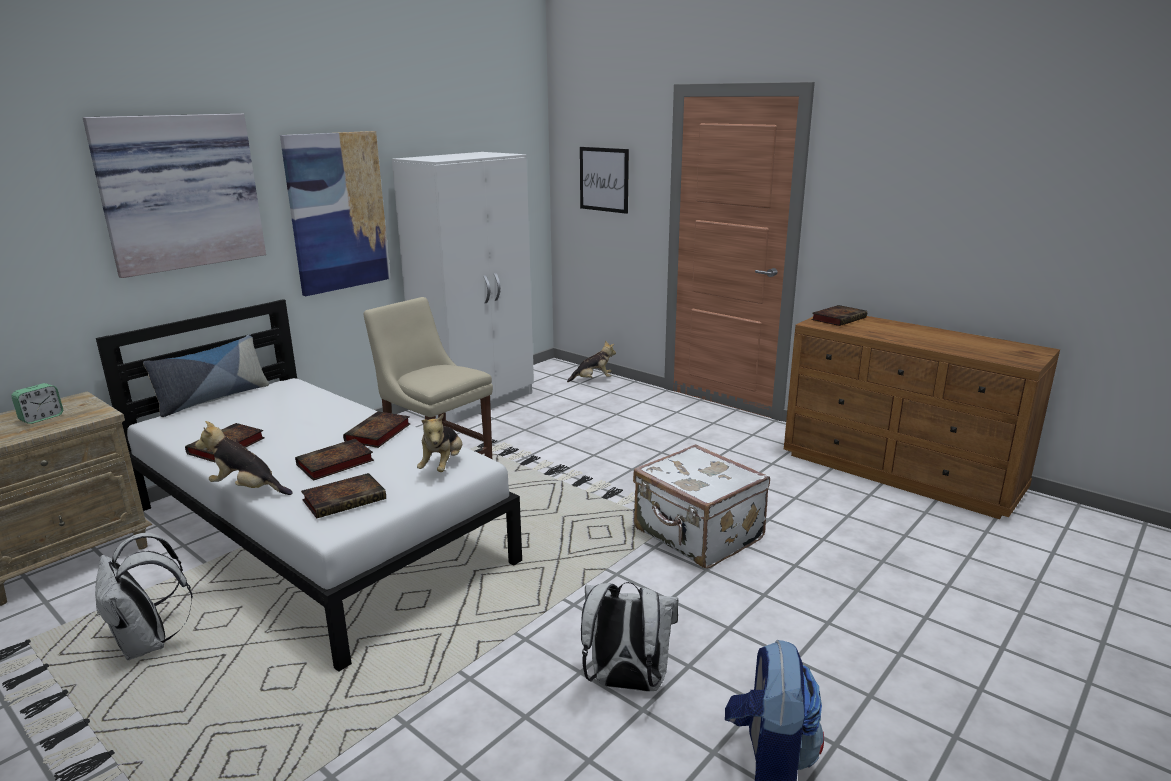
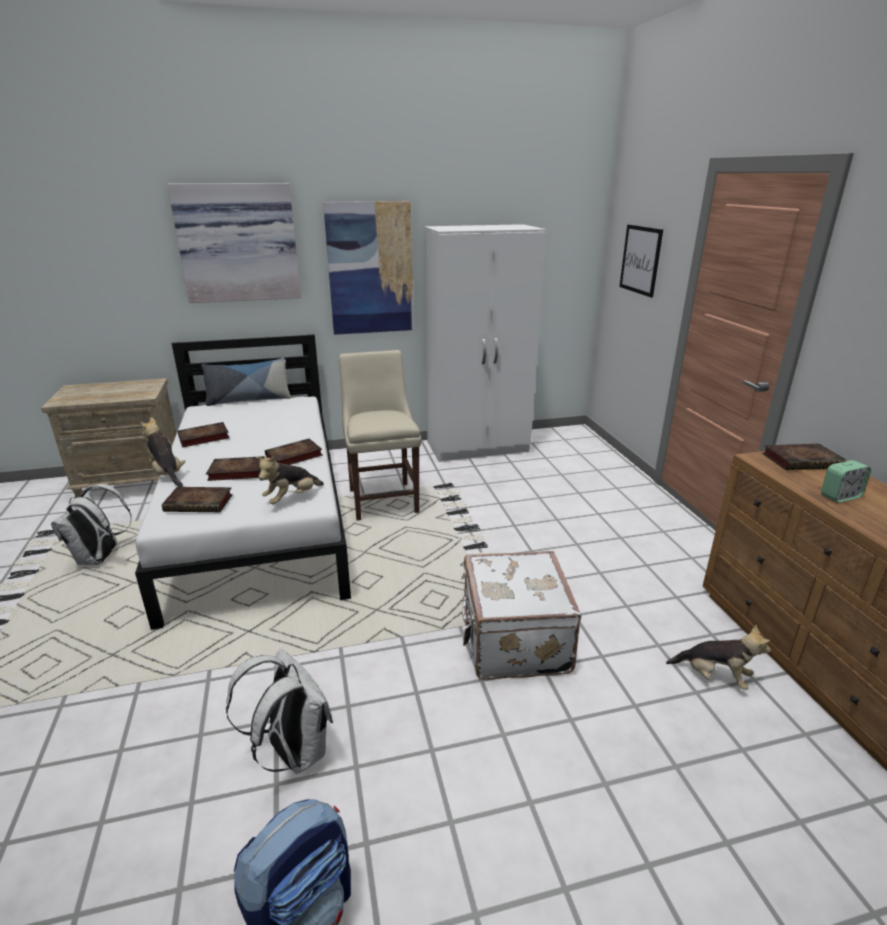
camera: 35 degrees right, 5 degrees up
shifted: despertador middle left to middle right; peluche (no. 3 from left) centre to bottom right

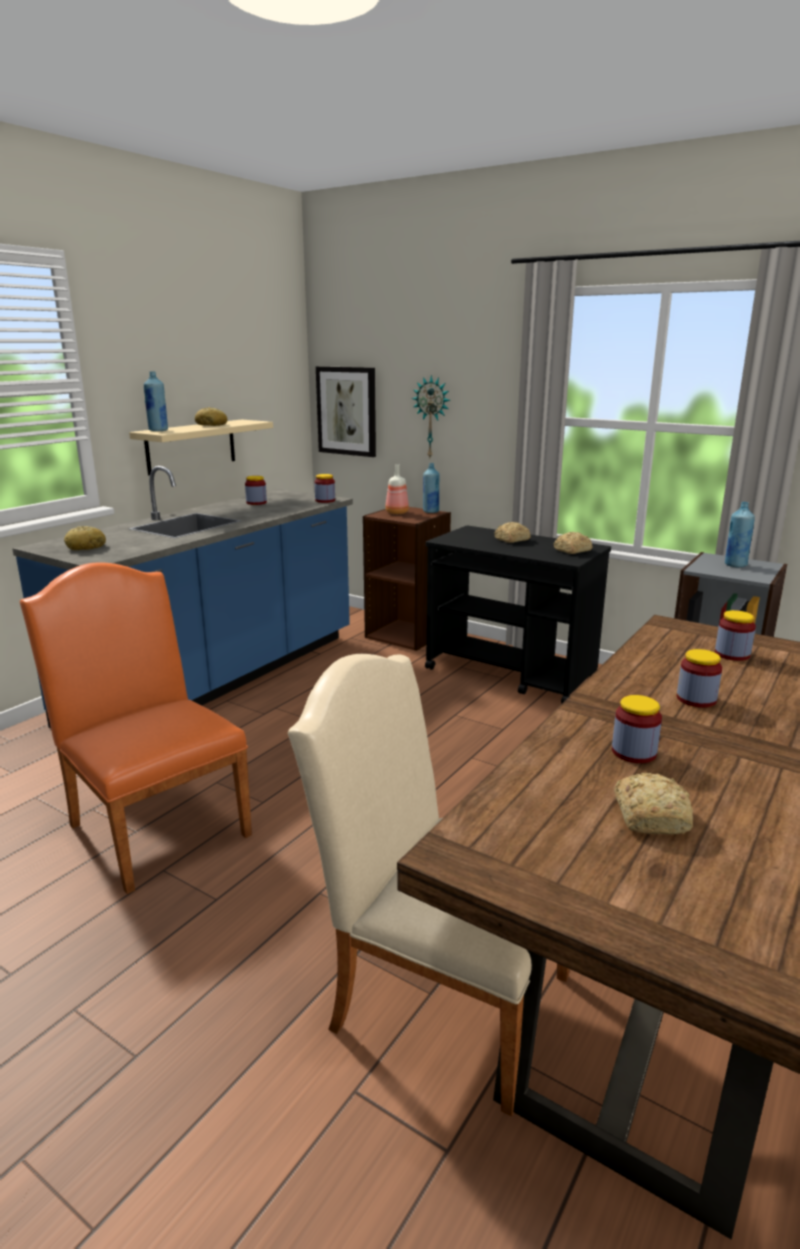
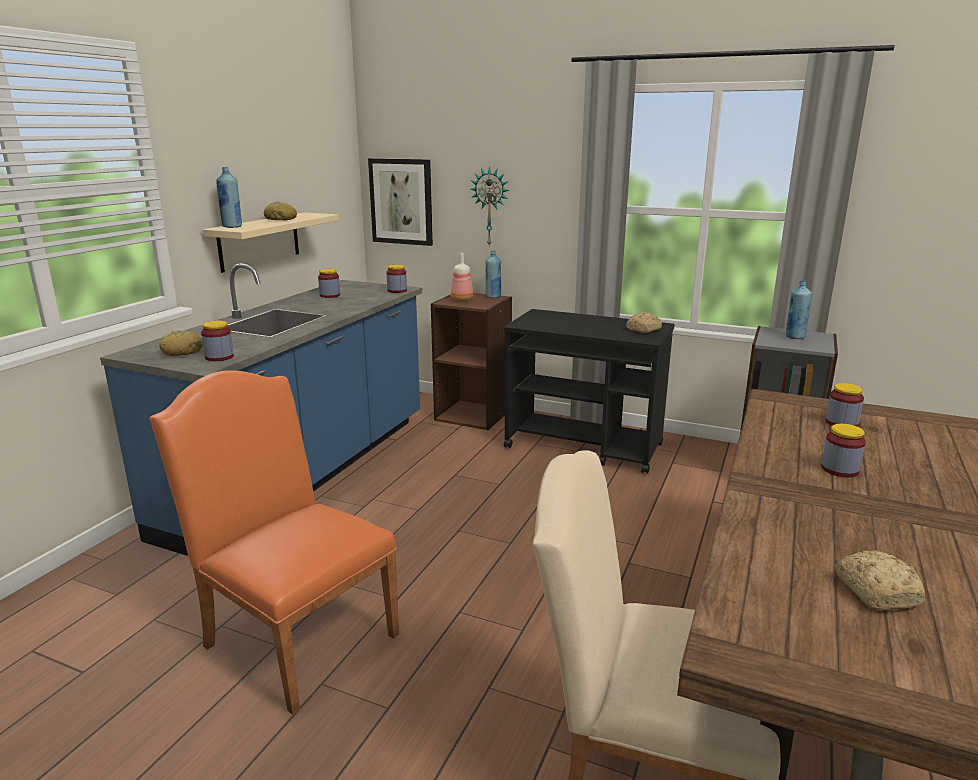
camera: 10 degrees left, 0 degrees up
gone: pan (no. 3 from left) centre
shifted: tarro (no. 3 from left in the first image) middle right to tarro (no. 1 from left) middle left

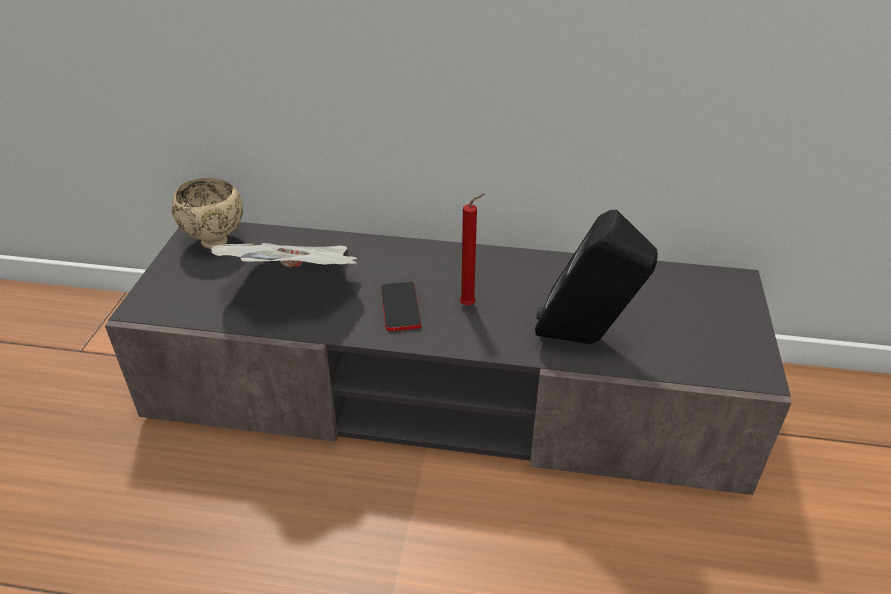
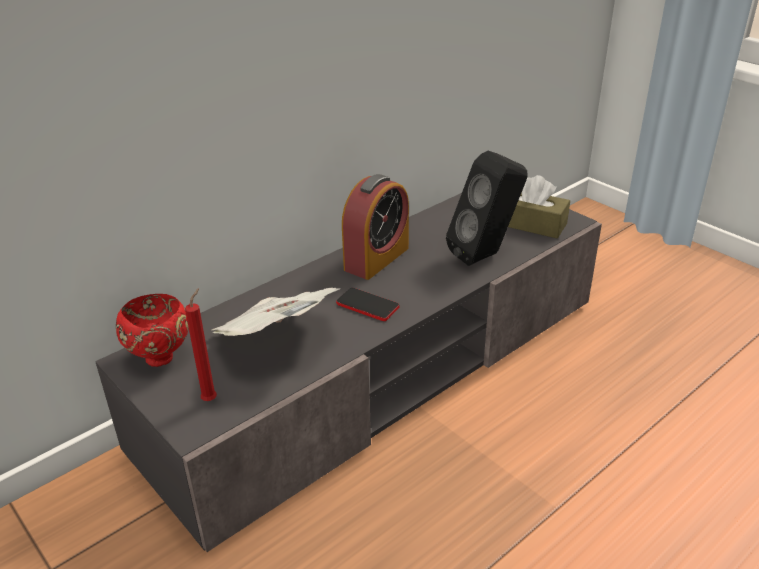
camera: 50 degrees left, 5 degrees down
new: despertador centre; caja de pañuelos/marrón middle right
shifted: vela/rojo centre to middle left
repainted: cuenco/beis middle left to cuenco/rojo middle left

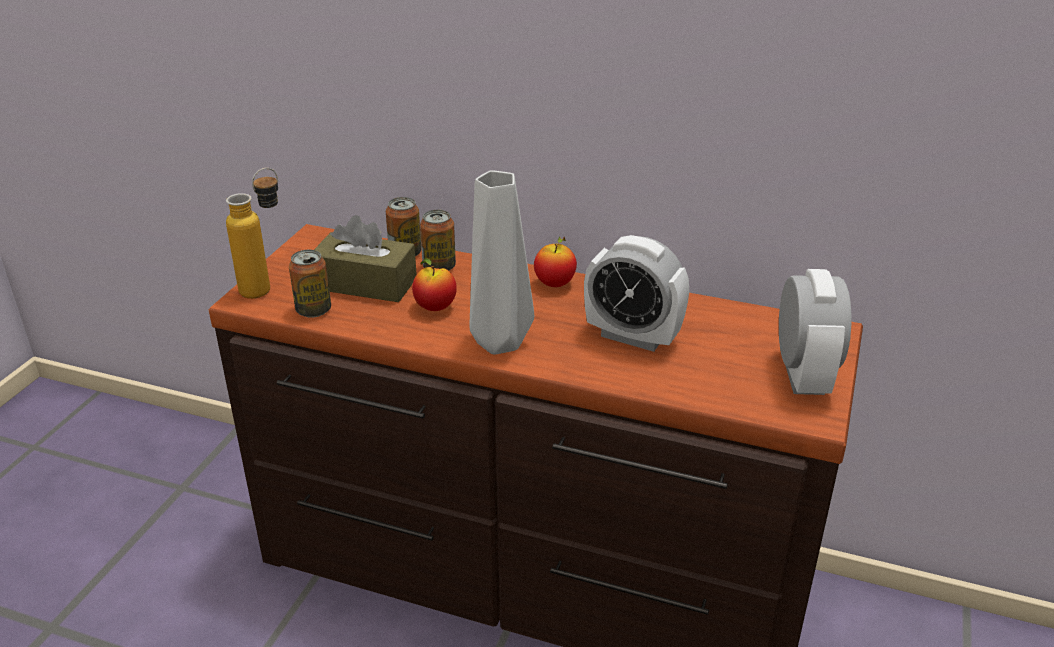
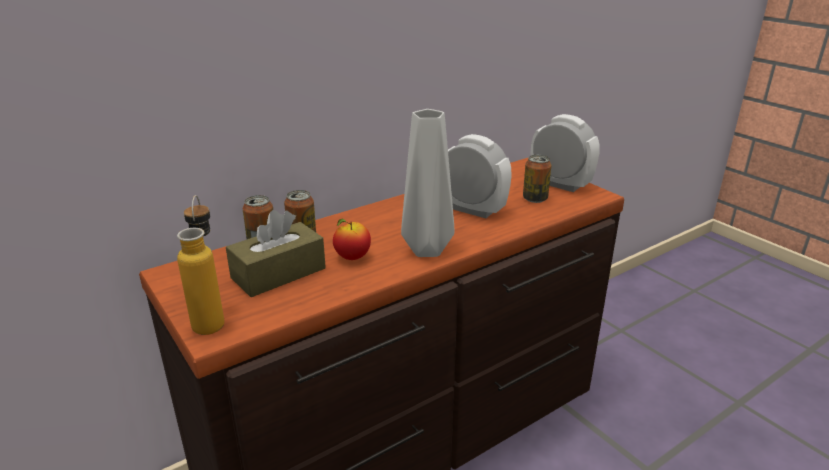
camera: 55 degrees left, 5 degrees down
gone: manzana (no. 2 from left) centre
shifted: lata (no. 1 from left in the first image) middle left to lata (no. 3 from left) centre
rotated: despertador (no. 1 from left) centre = centre 120 degrees counterclockwise

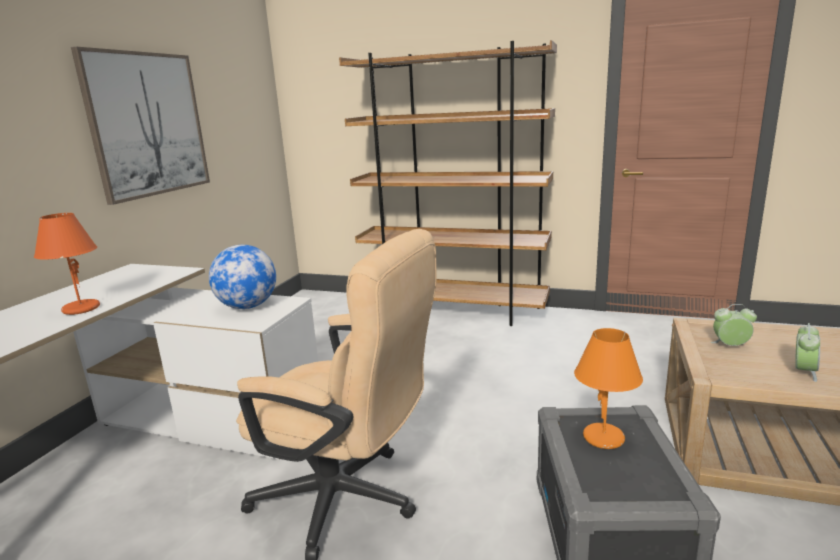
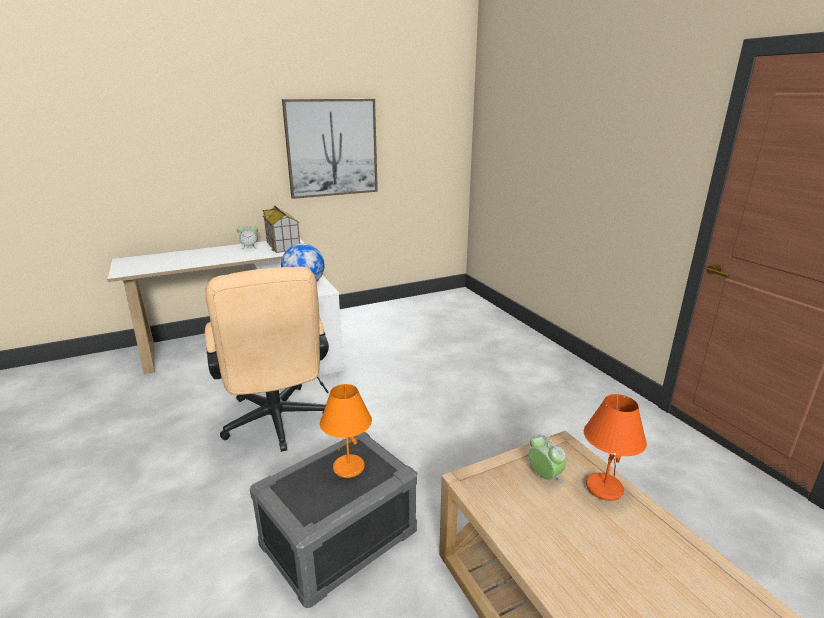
camera: 45 degrees right, 5 degrees up
gone: estantería/marrón top centre
new: casita centre
shifted: lámpara de mesa/naranja (no. 1 from left in the first image) middle left to lámpara de mesa/naranja (no. 2 from left) bottom right; despertador (no. 2 from left in the first image) middle right to despertador (no. 1 from left) middle left

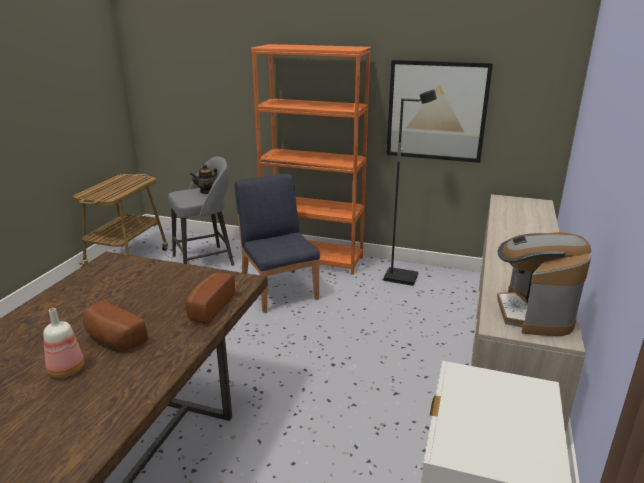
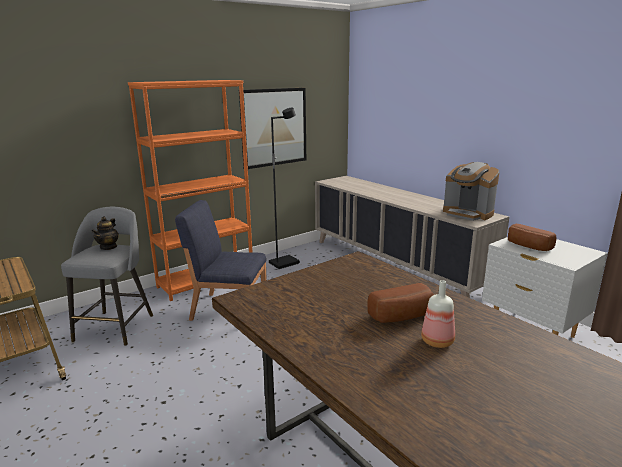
camera: 55 degrees left, 5 degrees down
shifted: pan (no. 2 from left) middle left to middle right

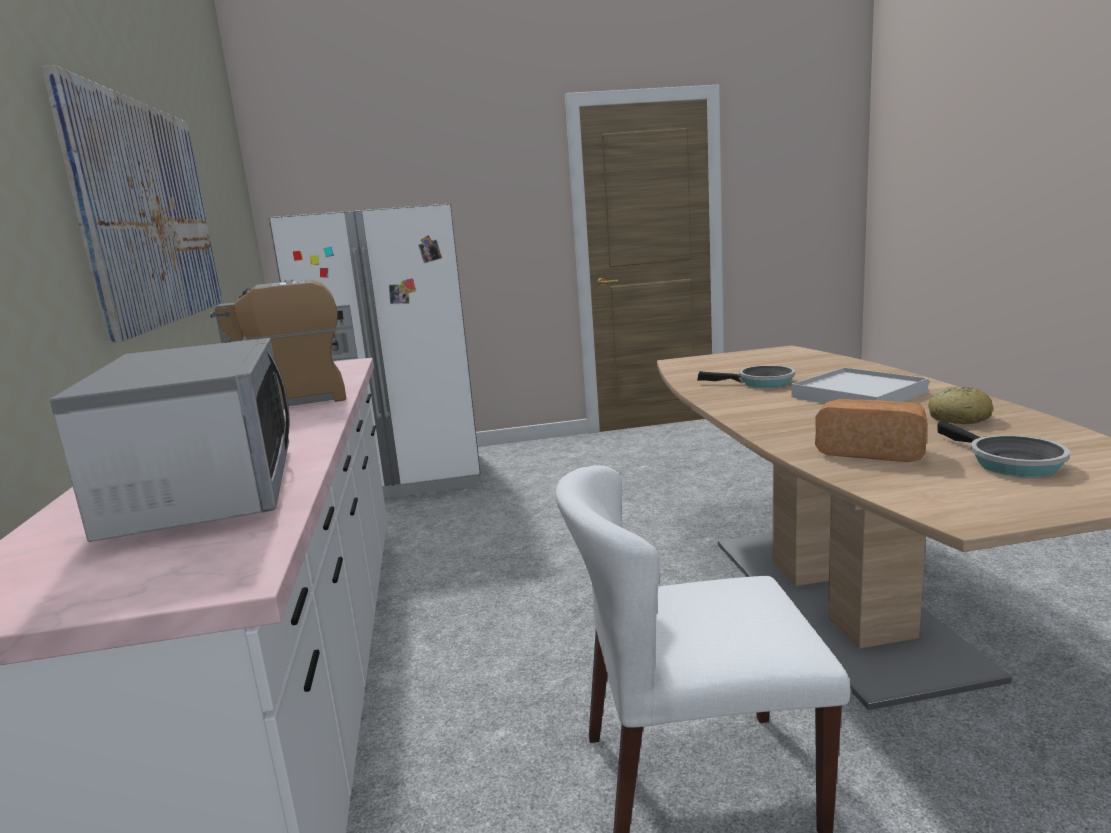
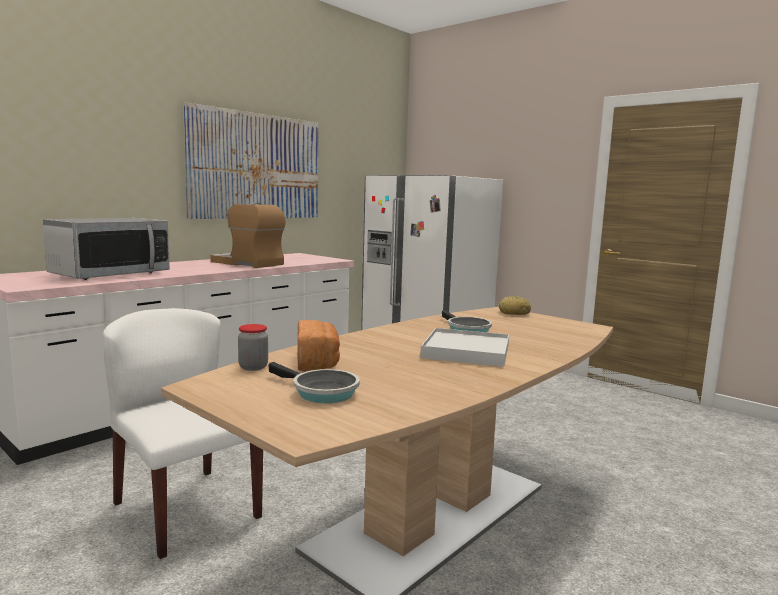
camera: 50 degrees right, 5 degrees down
new: tarro middle left
shifted: pan (no. 2 from left) middle right to centre
rotated: sartén (no. 2 from left in the first image) middle right = centre 90 degrees counterclockwise

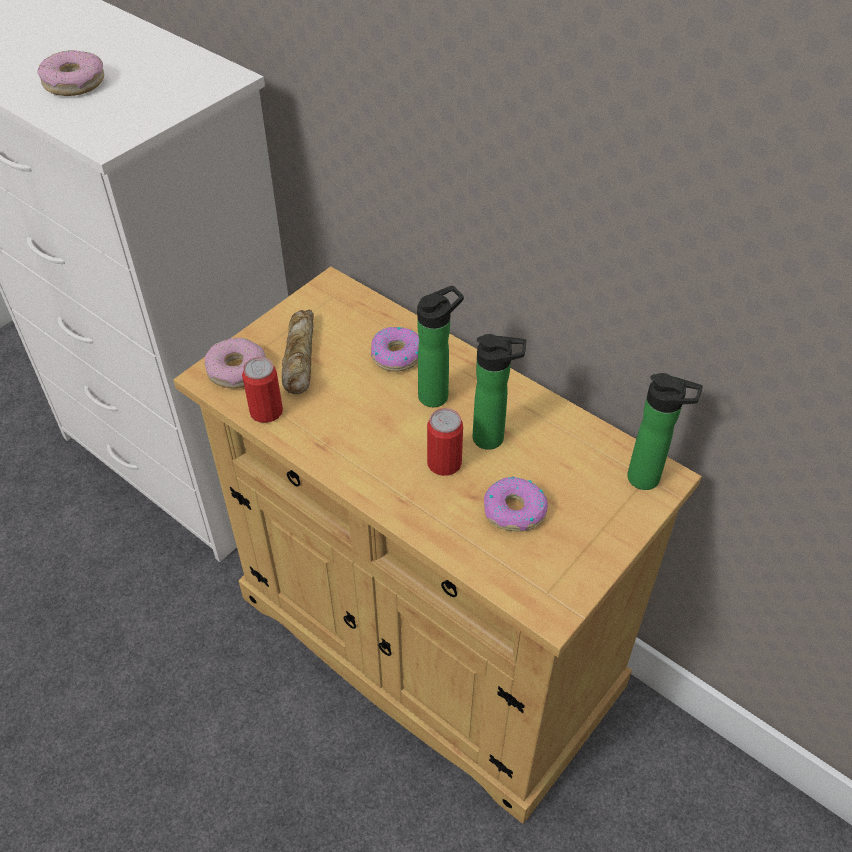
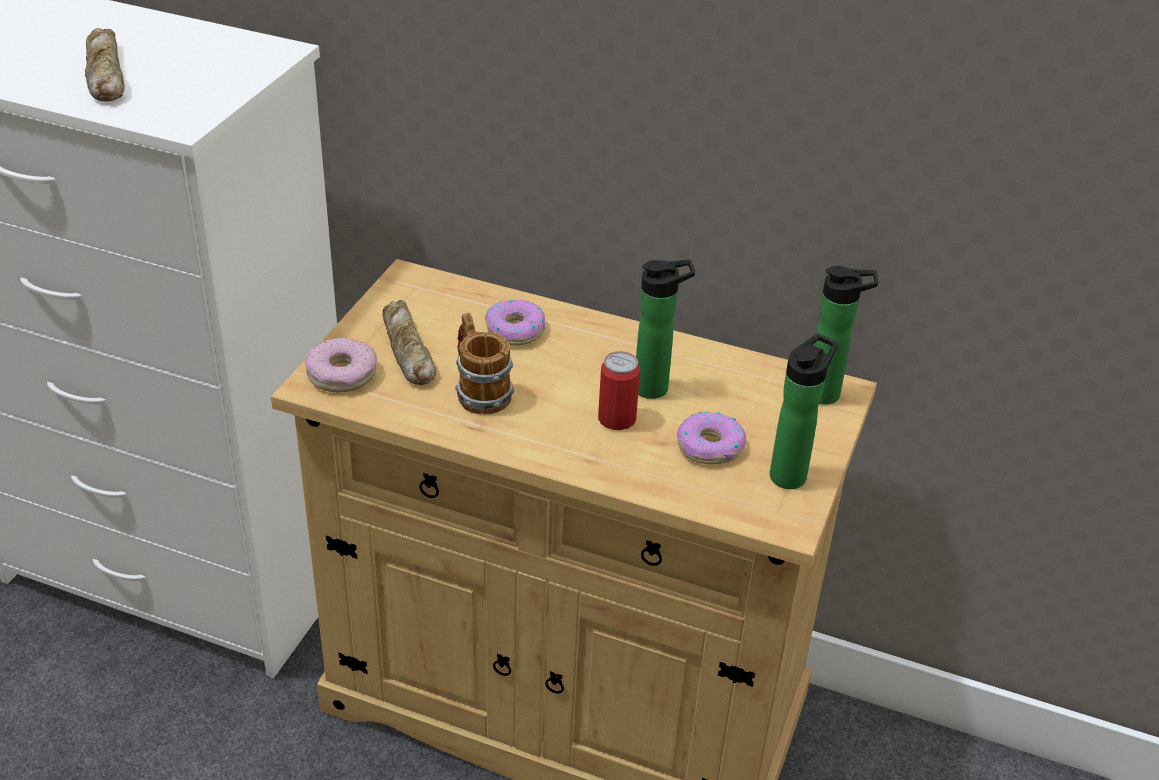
camera: 20 degrees left, 10 degrees down
gone: lata (no. 1 from left) middle left
new: taza grande centre
shifted: botella (no. 1 from left in the first image) centre to botella (no. 2 from left) middle right
swapped: rosquilla (no. 1 from left) top left to pan (no. 1 from left) top left

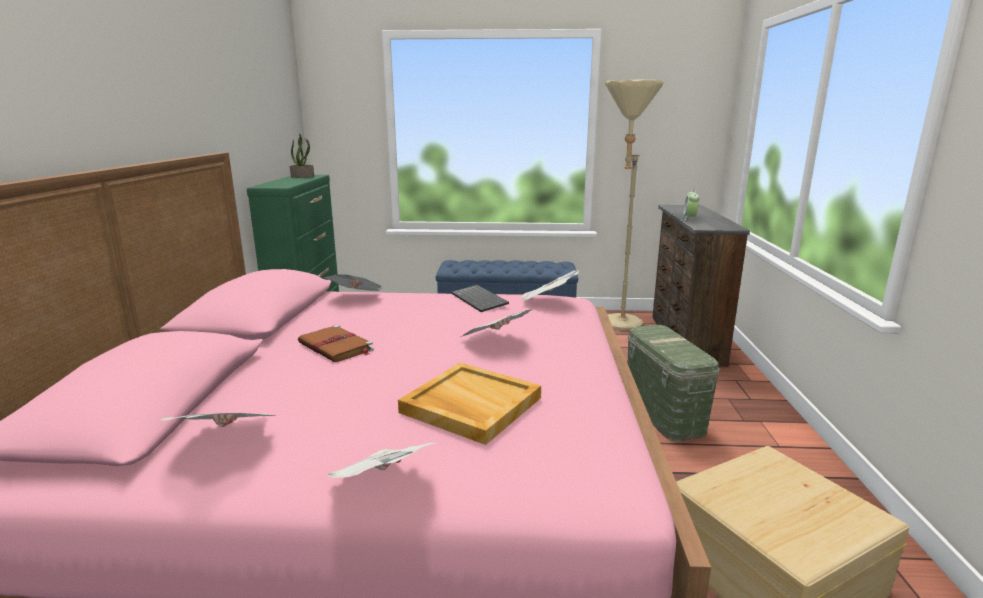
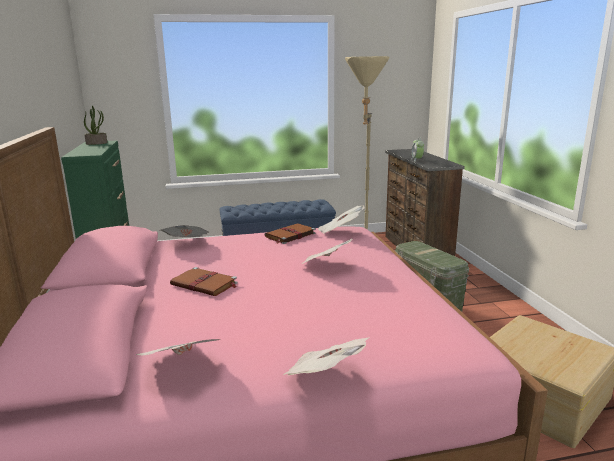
camera: 15 degrees left, 0 degrees up
gone: bandeja/beis bottom centre
swapped: teclado centre to libro/marrón (no. 2 from left) centre

